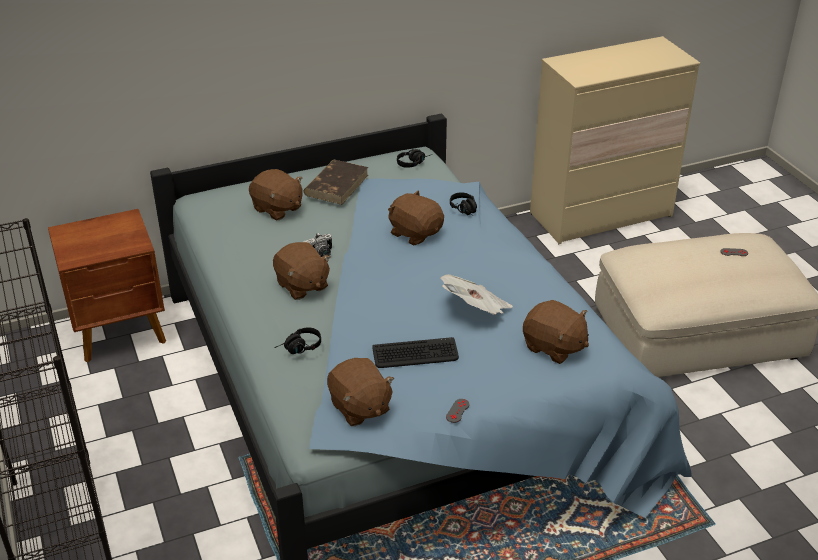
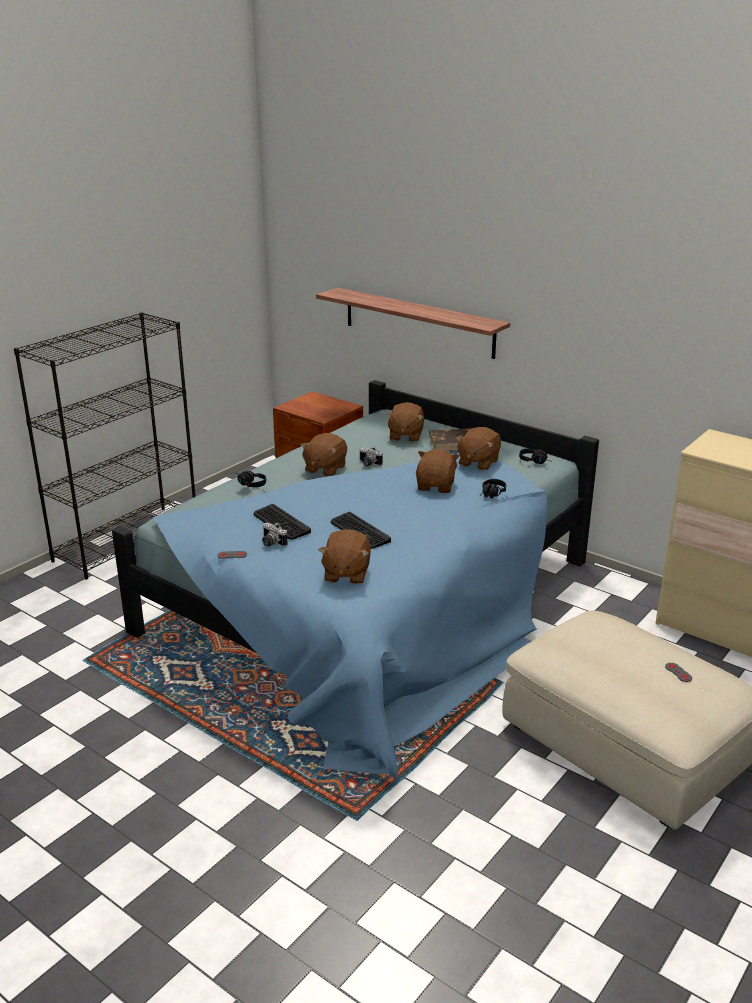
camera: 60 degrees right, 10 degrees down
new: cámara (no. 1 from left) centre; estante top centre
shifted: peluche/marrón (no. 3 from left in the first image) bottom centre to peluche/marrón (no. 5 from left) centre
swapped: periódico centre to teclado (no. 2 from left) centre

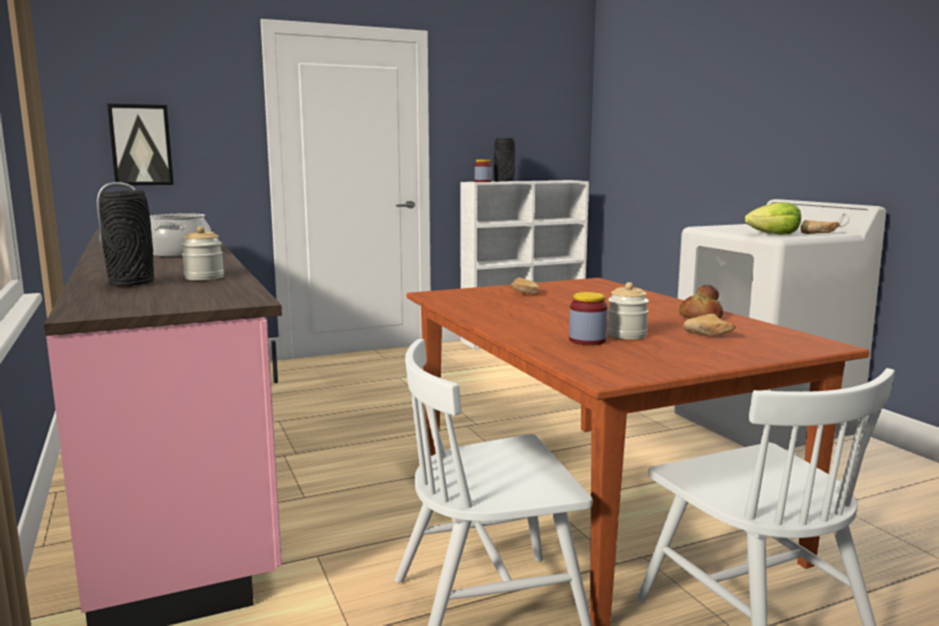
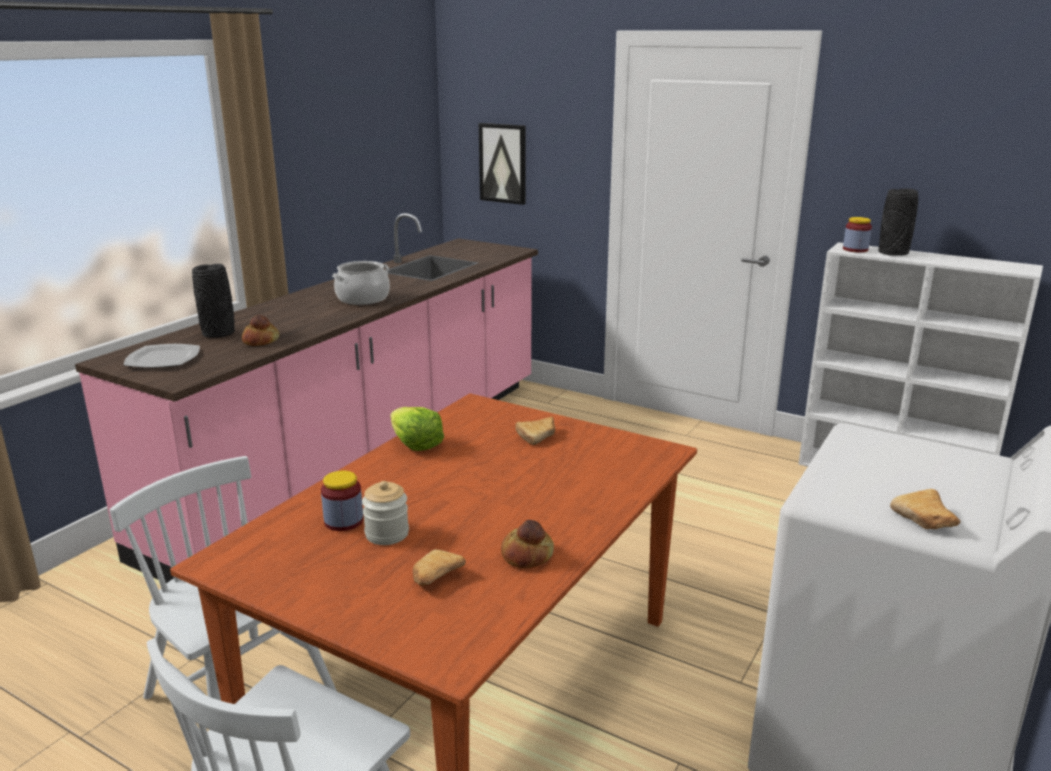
camera: 55 degrees right, 10 degrees up
new: plato middle left
shifted: lechuga middle right to centre
swapped: tarro (no. 1 from left) middle left to pan (no. 1 from left) middle left

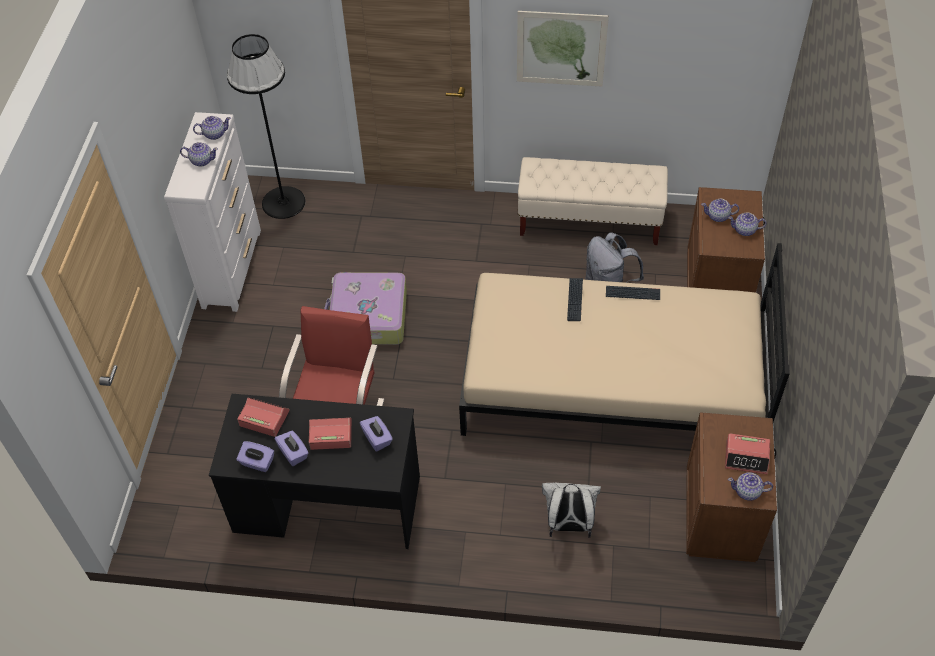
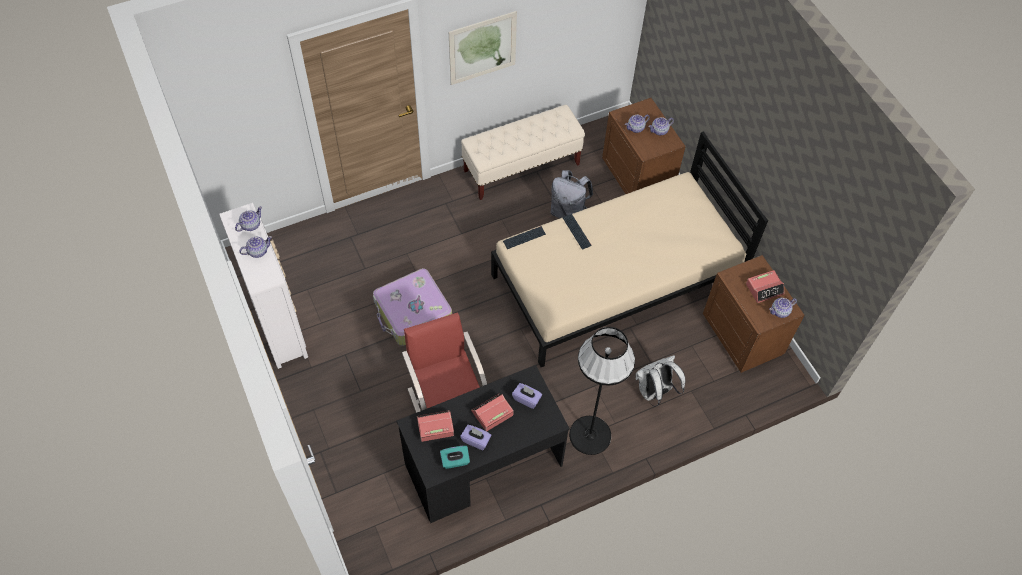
camera: 35 degrees left, 5 degrees up
shifted: lámpara de pie/negro top left to bottom centre; teclado (no. 2 from left in the first image) middle right to teclado (no. 1 from left) centre
repainted: caja de pañuelos/morado (no. 1 from left) bottom left to caja de pañuelos/turquesa bottom centre

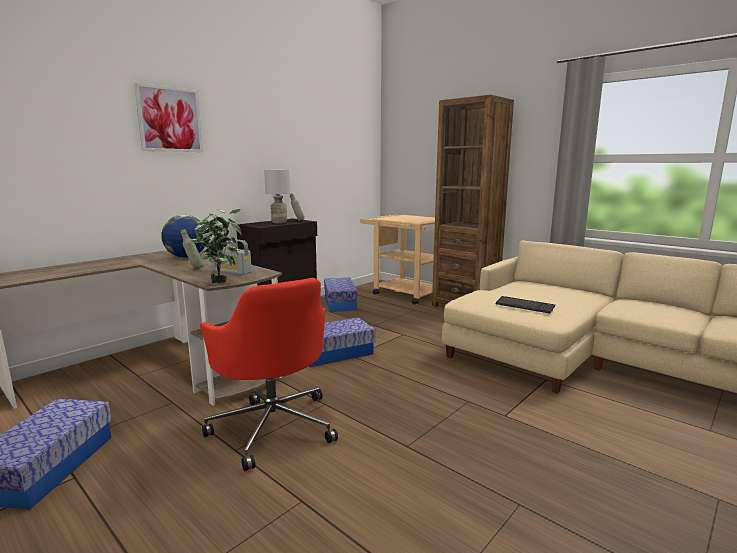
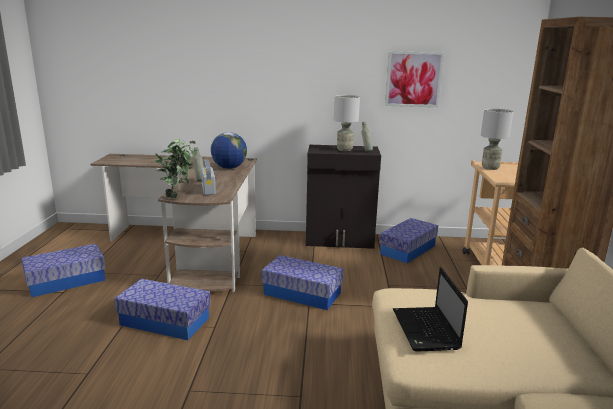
camera: 50 degrees right, 5 degrees up
new: lámpara de mesa/gris (no. 2 from left) middle right
shifted: cuadro top left to top right
swapped: silla de oficina/rojo bottom centre to caja de almacenaje (no. 2 from left) bottom left; teclado middle right to portátil bottom right

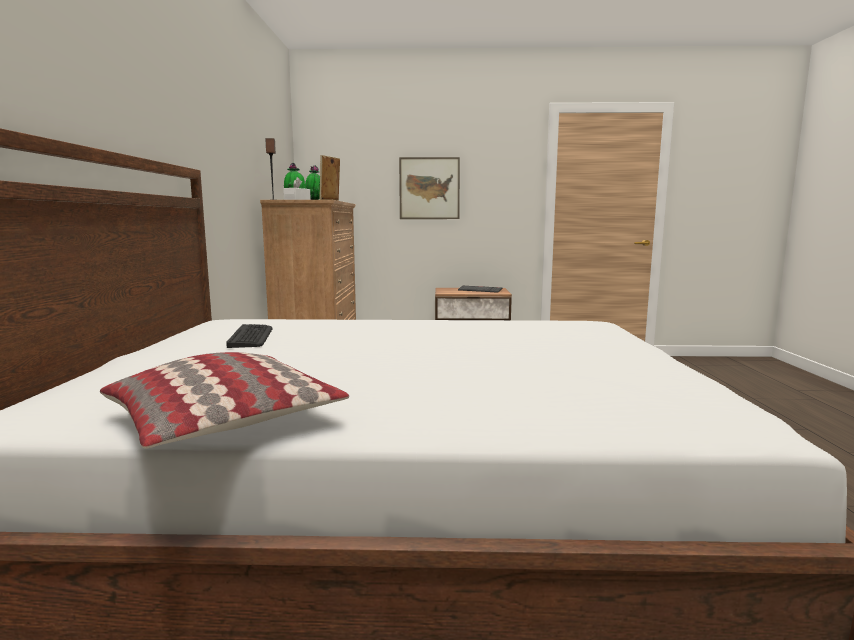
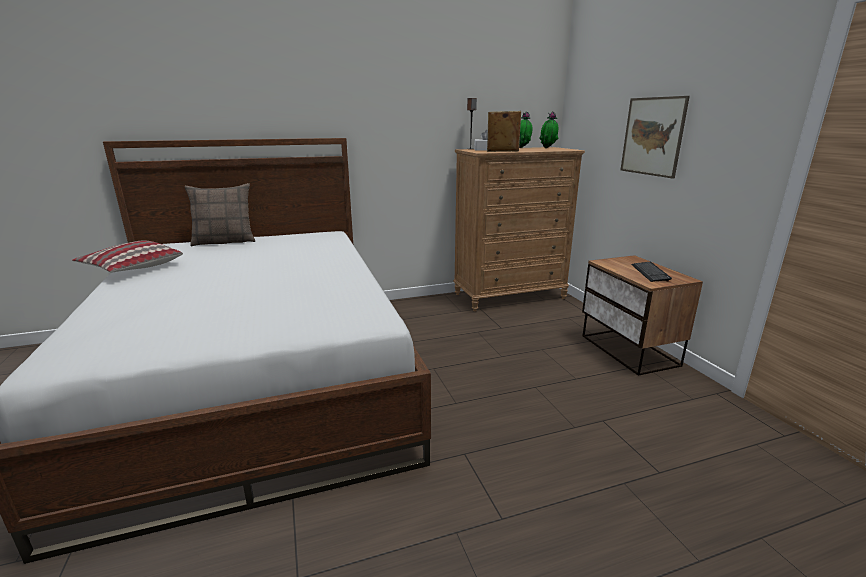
camera: 70 degrees right, 10 degrees up
gone: teclado (no. 1 from left) middle left
new: cojín (no. 2 from left) middle left

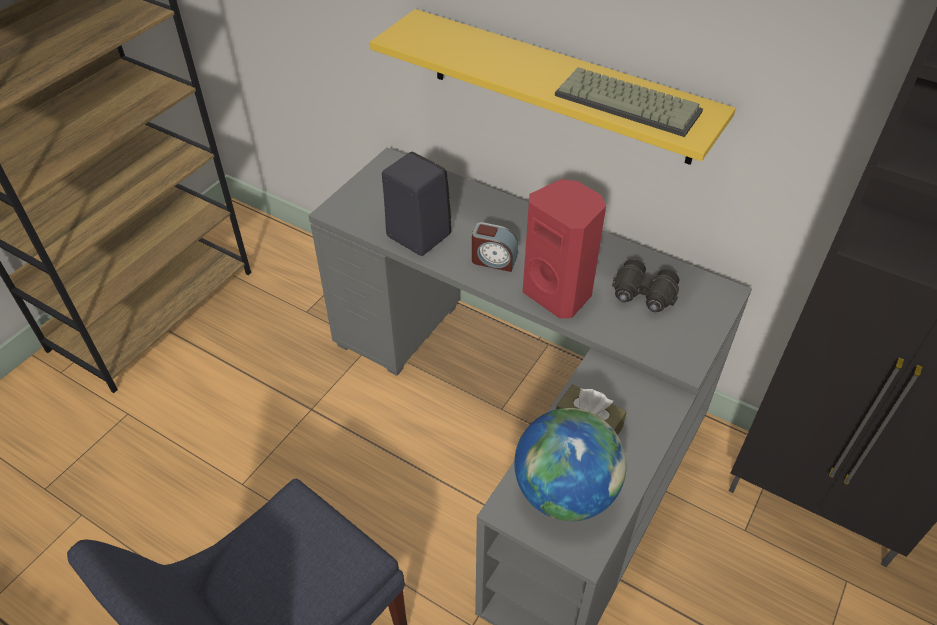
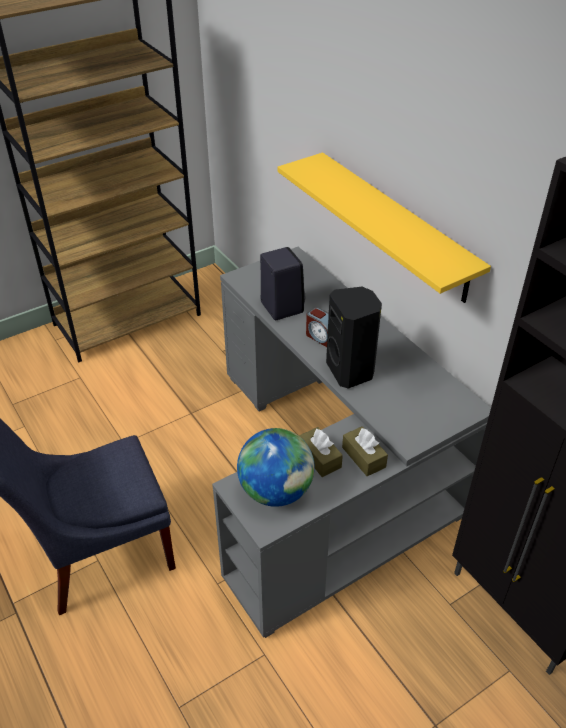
camera: 25 degrees right, 5 degrees down
gone: teclado top right; prismáticos/negro middle right
new: caja de pañuelos/marrón (no. 2 from left) centre
repainted: altavoz/rojo centre to altavoz/negro (no. 2 from left) centre

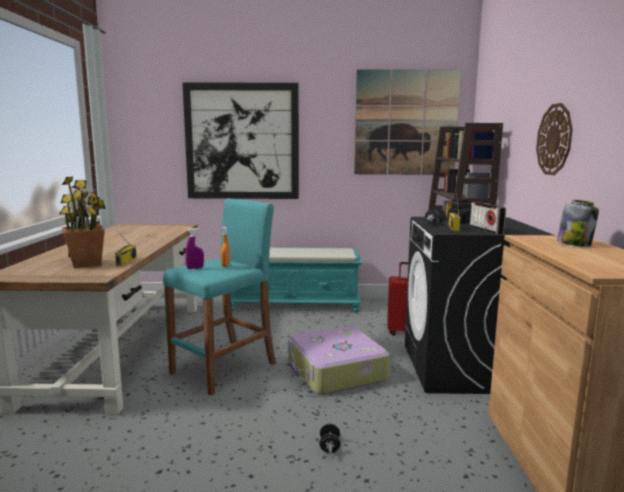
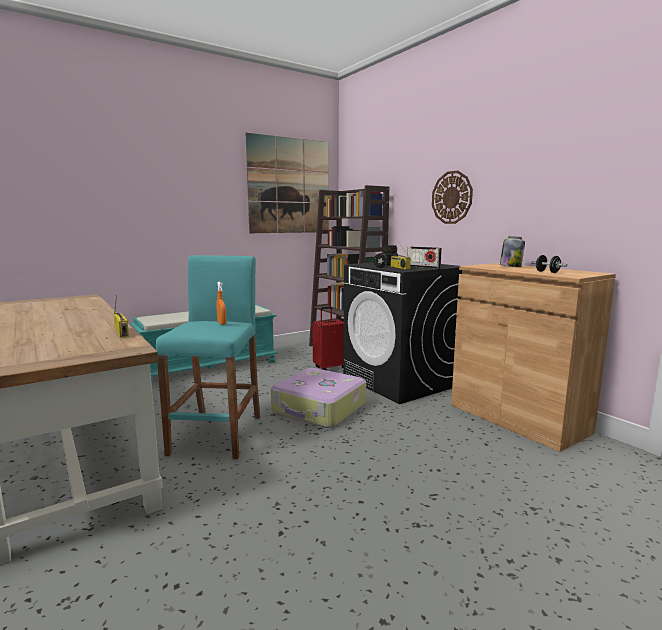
camera: 35 degrees left, 0 degrees up
gone: planta en maceta middle left; cuadro (no. 1 from left) top centre; pulverizador/morado middle left
shifted: mancuerna/negro (no. 1 from left in the first image) bottom centre to mancuerna/negro (no. 2 from left) middle right

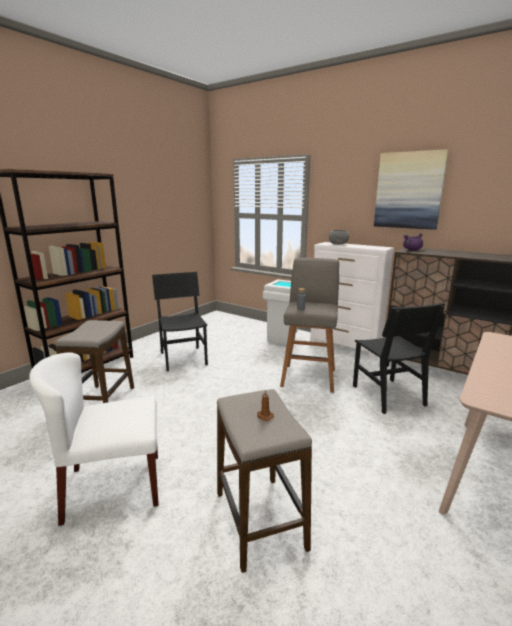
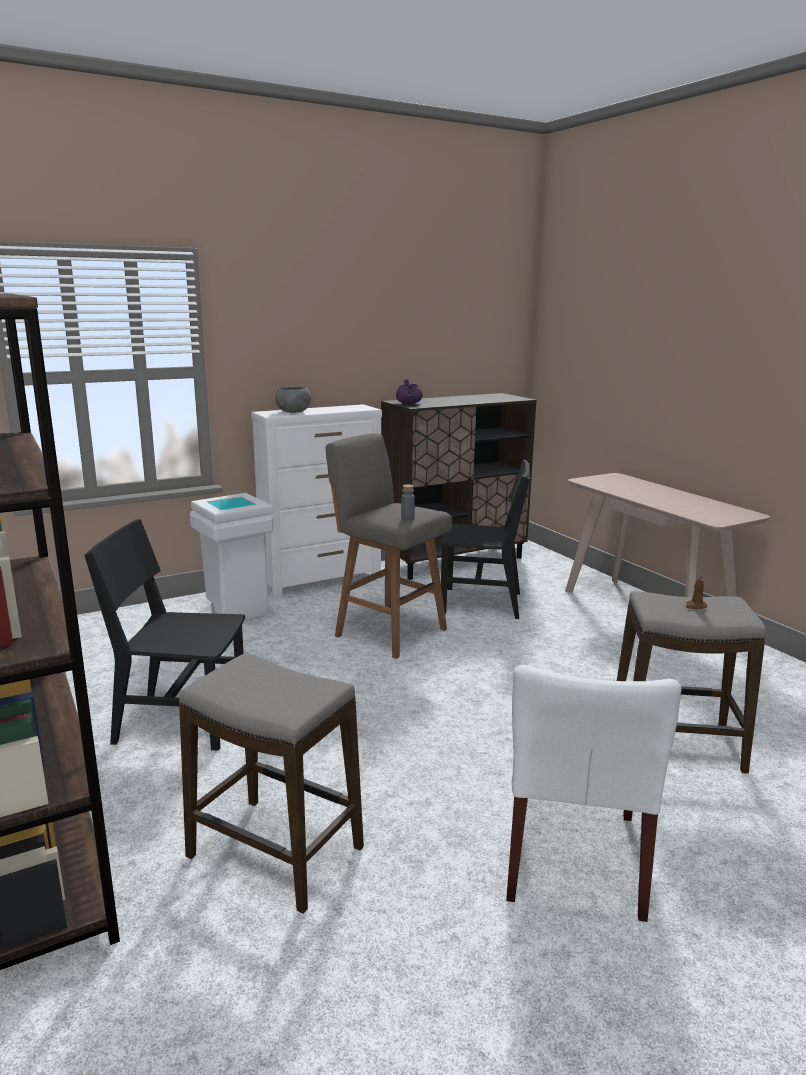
camera: 65 degrees left, 0 degrees up
gone: cuadro top right

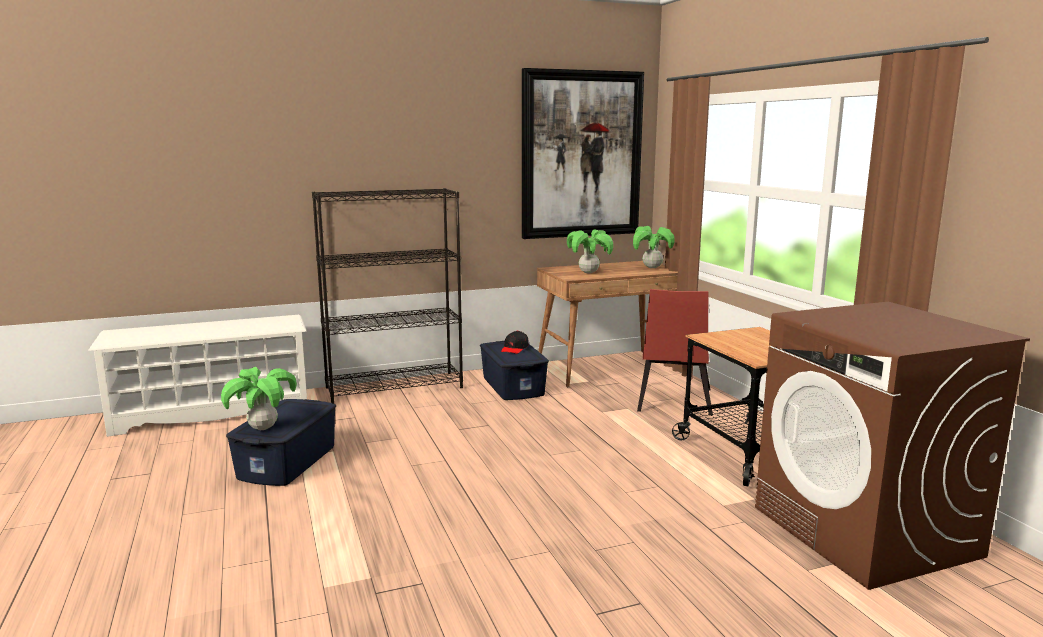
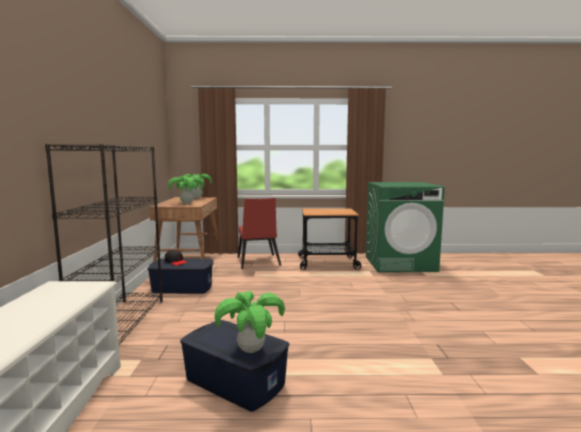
camera: 70 degrees left, 5 degrees down
gone: cuadro top centre
repainted: lavadora/marrón bottom right to lavadora/verde middle right
rotated: silla/rojo centre = centre 45 degrees clockwise

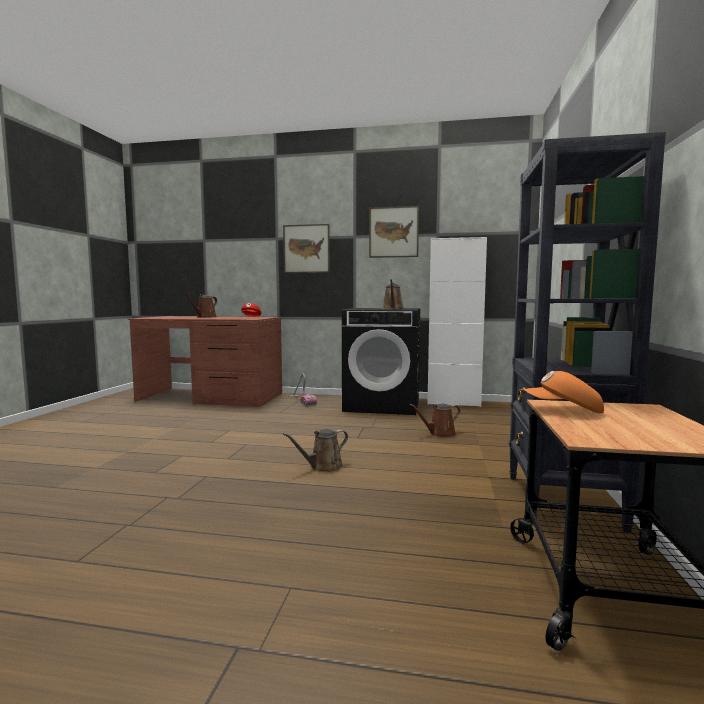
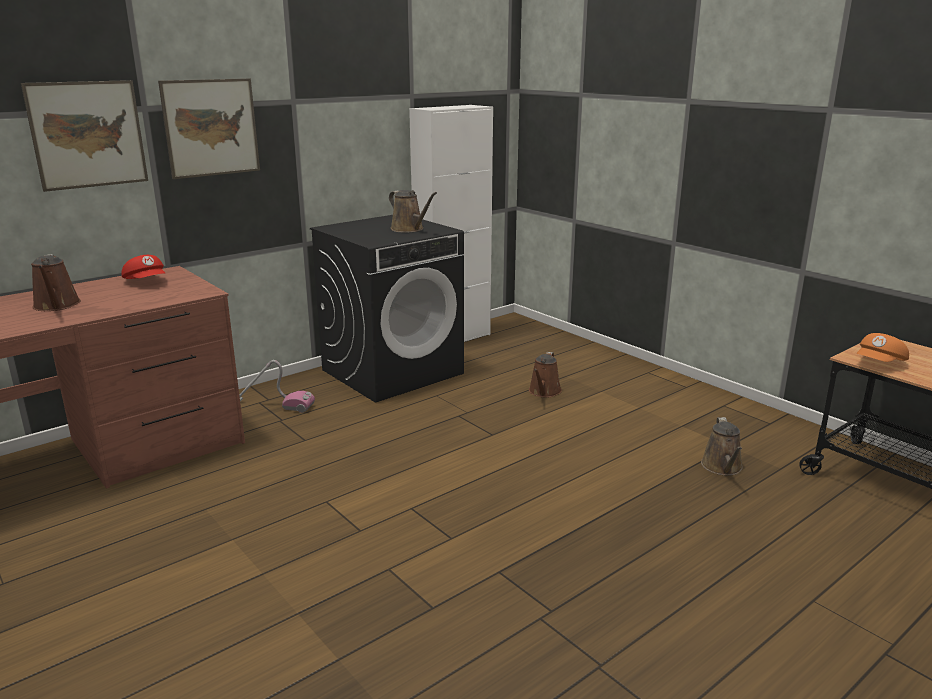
camera: 50 degrees left, 15 degrees up
gone: estantería/negro middle right
shifted: regadera/marrón (no. 2 from left in the first image) centre to regadera/marrón (no. 4 from left) middle right; cuadro (no. 2 from left in the first image) top centre to cuadro (no. 1 from left) top left

